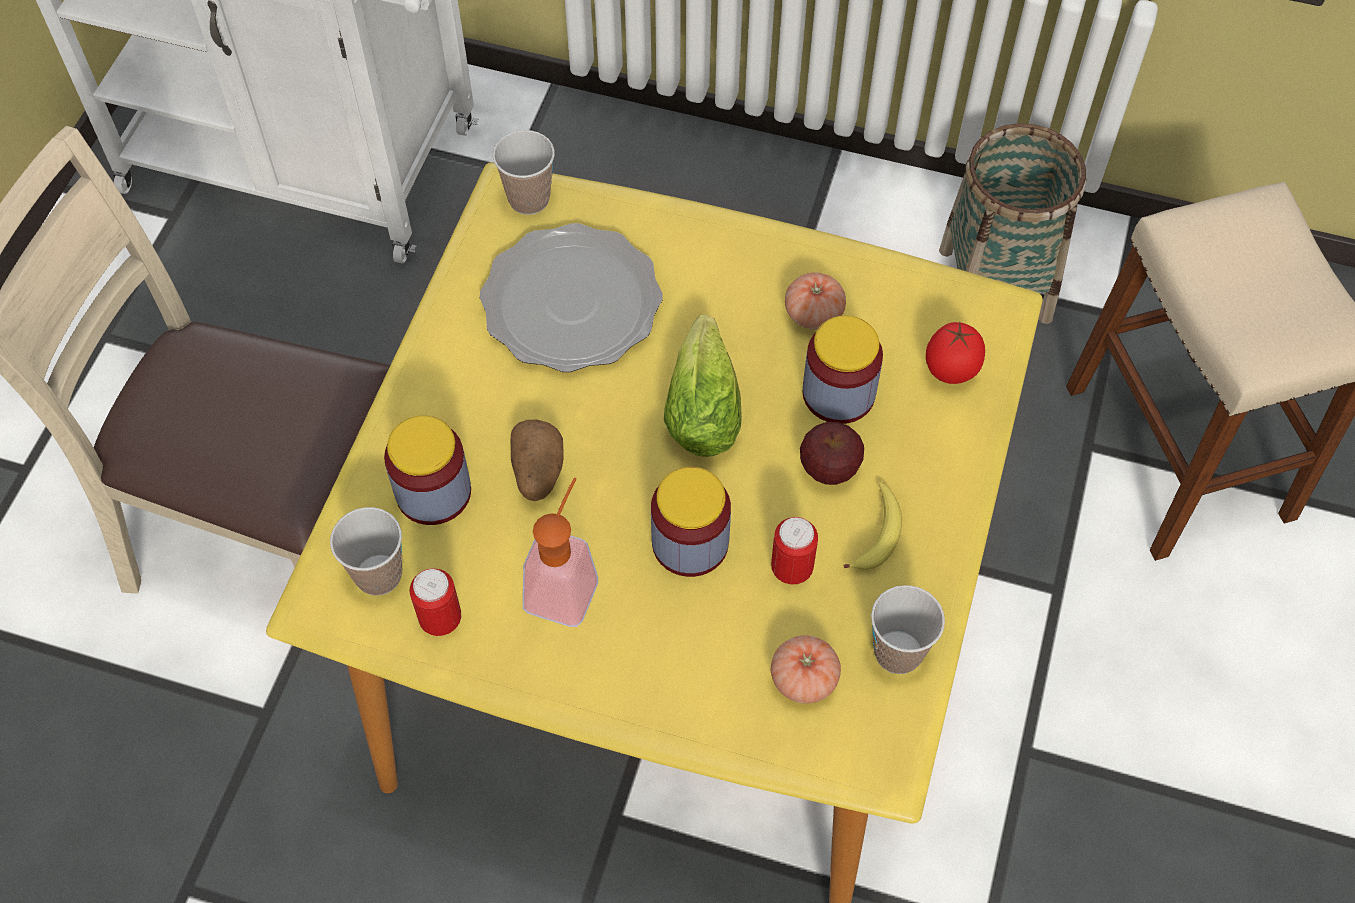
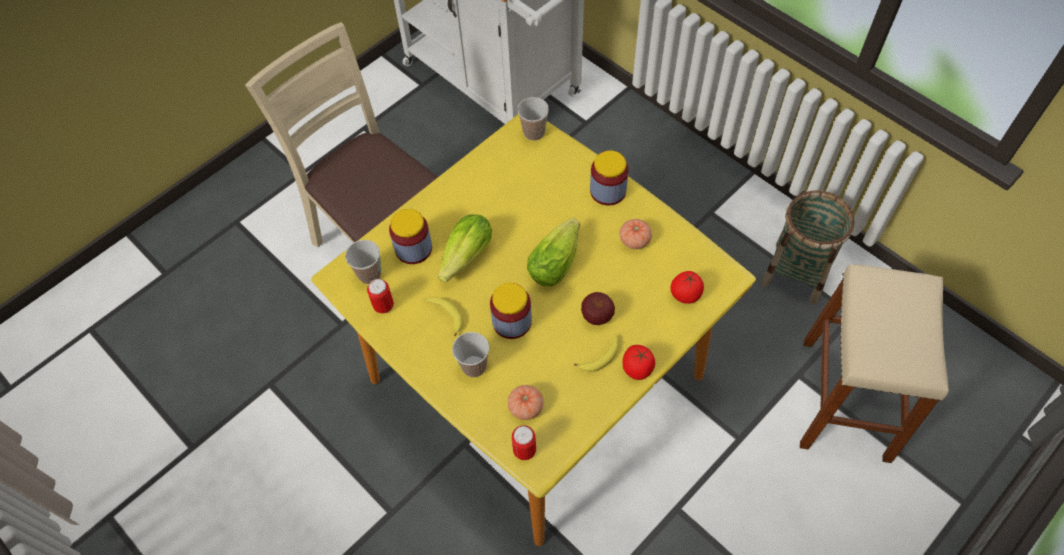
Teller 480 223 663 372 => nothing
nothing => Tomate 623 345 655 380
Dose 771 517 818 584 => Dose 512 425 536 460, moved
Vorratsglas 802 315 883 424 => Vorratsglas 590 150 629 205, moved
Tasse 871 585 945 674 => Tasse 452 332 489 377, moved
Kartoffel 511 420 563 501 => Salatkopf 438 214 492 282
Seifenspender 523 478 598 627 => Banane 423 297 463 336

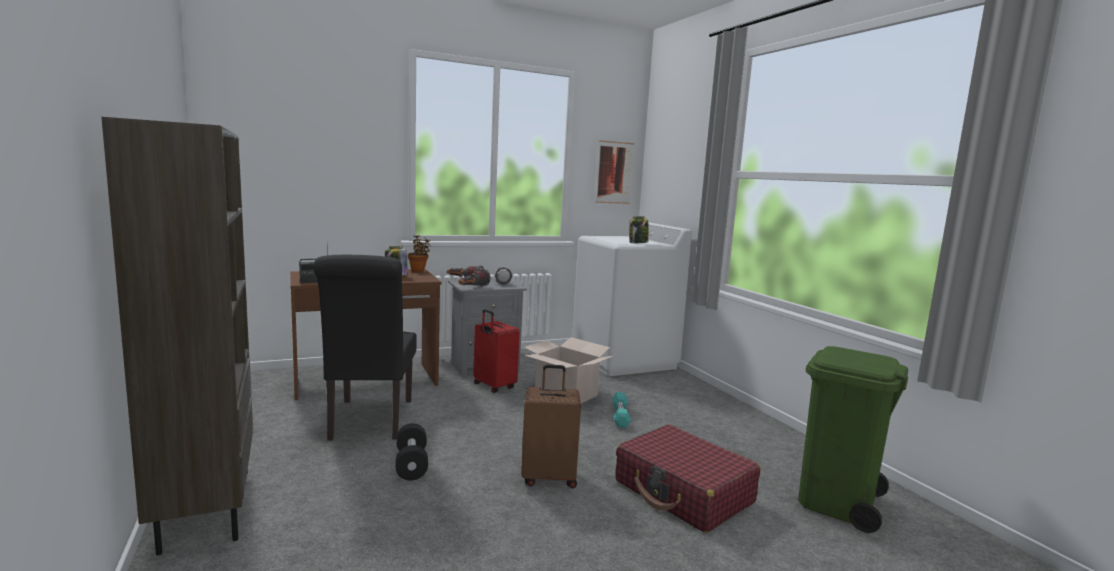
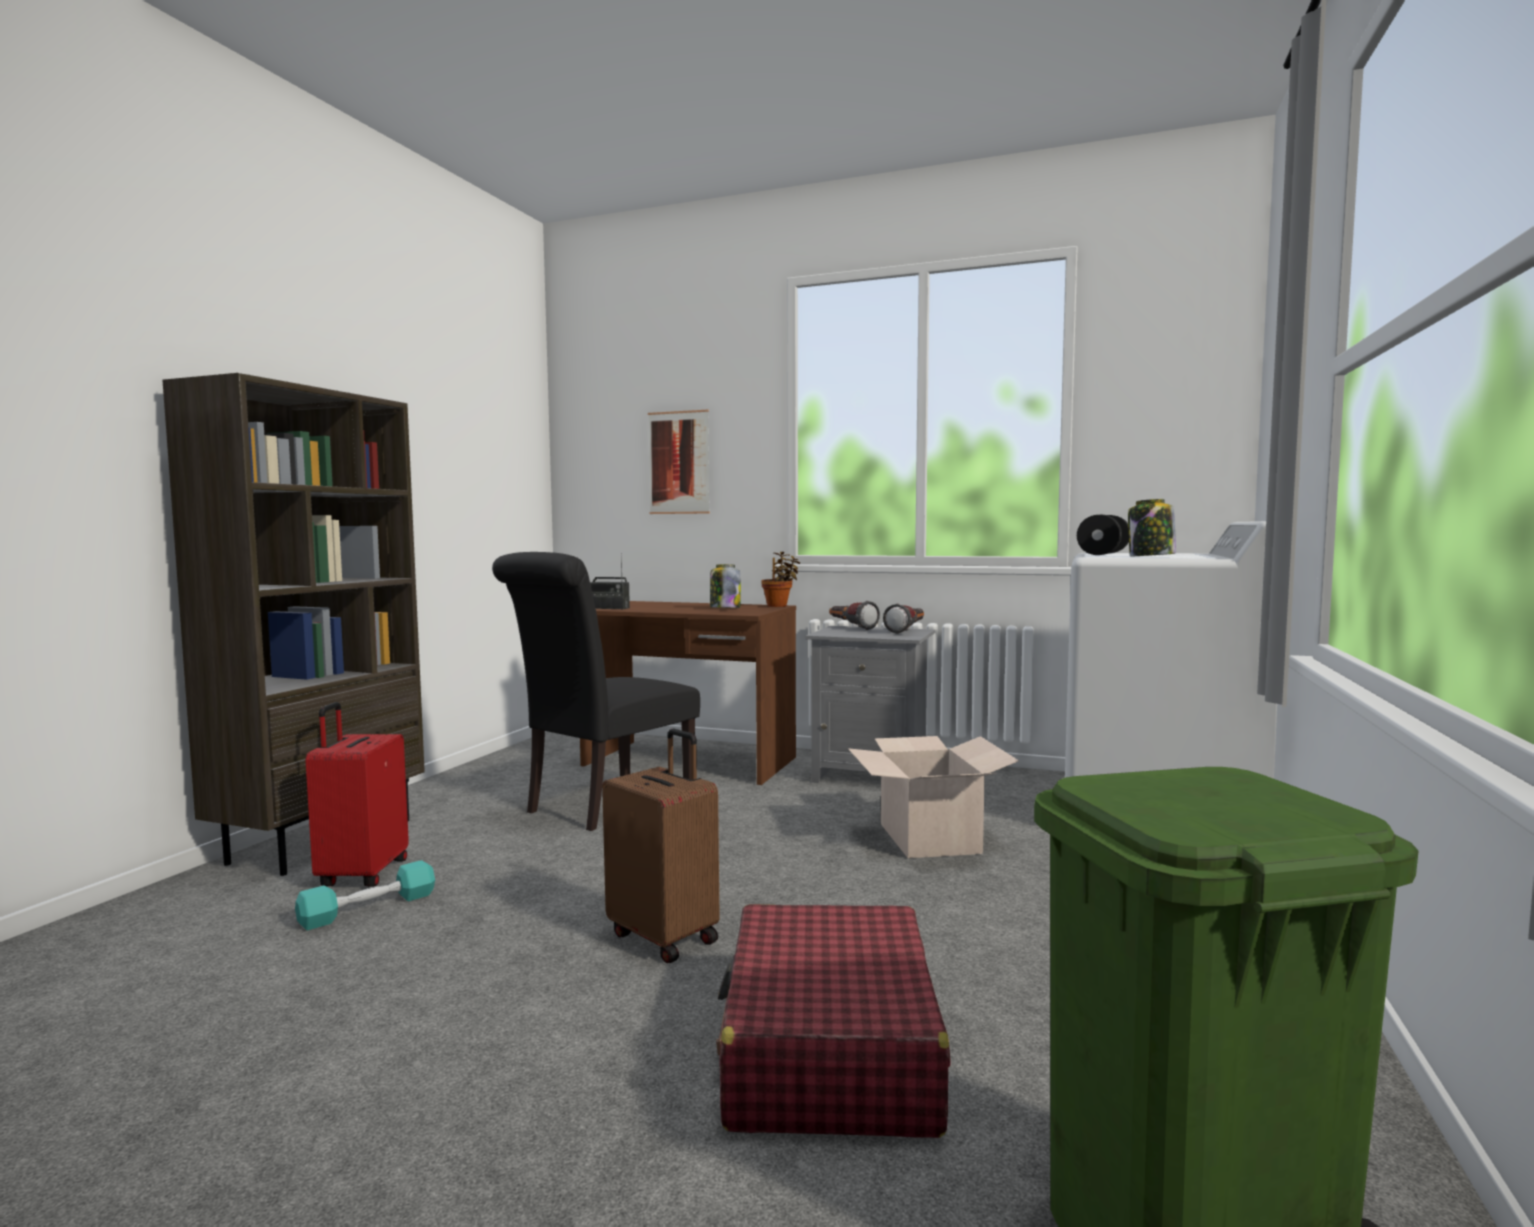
Taschenlampe 459 269 491 287 => nothing
Hantel (schwarz) 396 423 428 481 => Hantel (schwarz) 1077 515 1129 555, moved
Koffer (rot) 473 309 520 393 => Koffer (rot) 305 702 409 887, moved
Bild 595 140 634 204 => Bild 648 410 710 514, moved
Hantel (türkis) 612 392 631 428 => Hantel (türkis) 295 860 435 930, moved

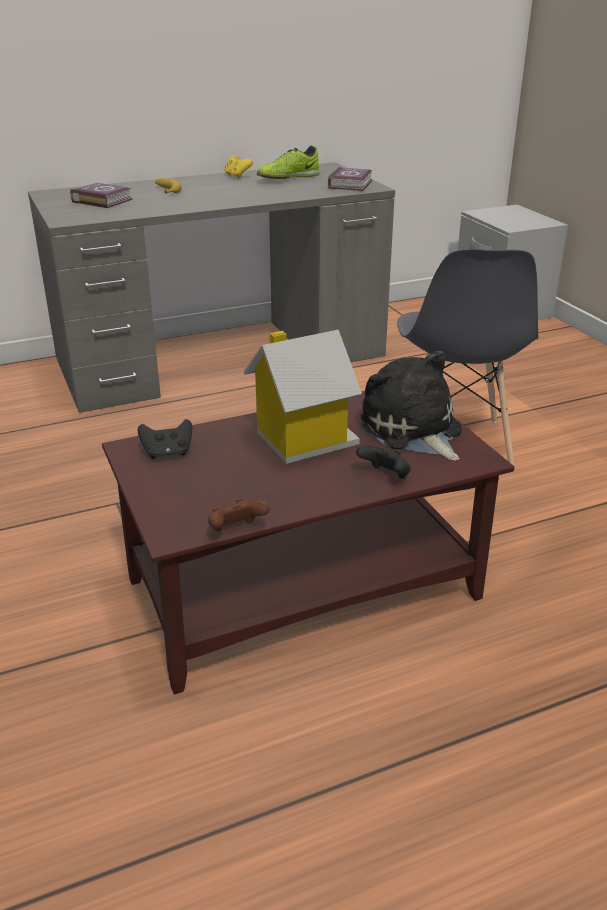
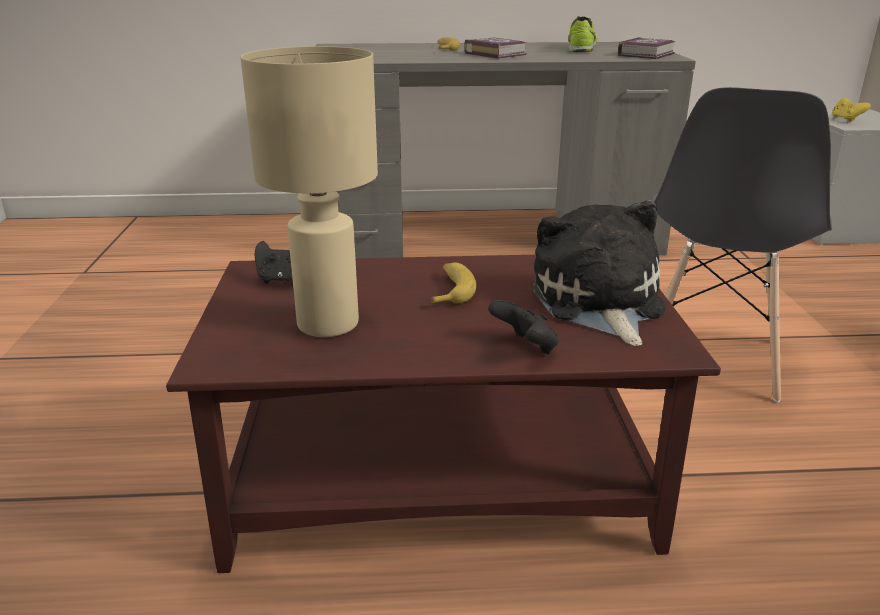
Gamepad (braun) 208 499 270 531 => nothing
nothing => Tischlampe (beige) 241 46 378 337
Buch 70 183 133 208 => Buch 464 38 527 59, moved
Gamepad (gelb) 224 155 253 179 => Gamepad (gelb) 832 98 871 123, moved
Spielzeughaus 244 329 362 464 => Banane 431 262 477 304
Schuh 257 146 319 179 => Schuh 568 16 597 52, 120 degrees clockwise

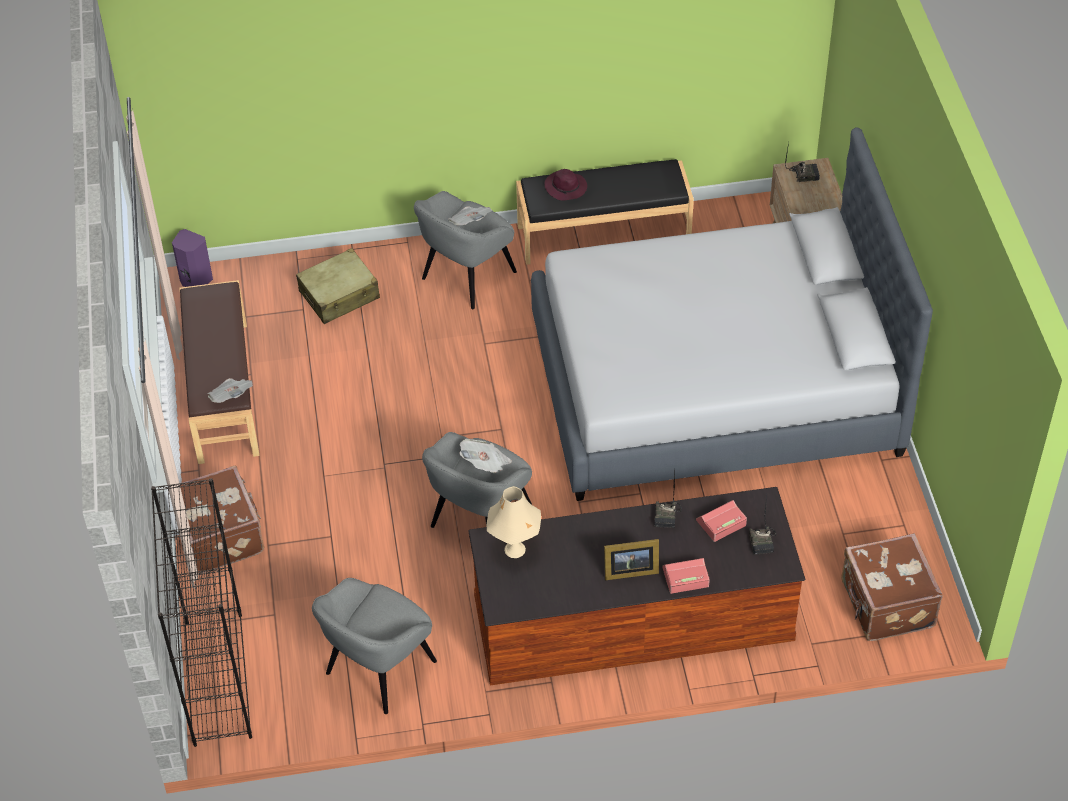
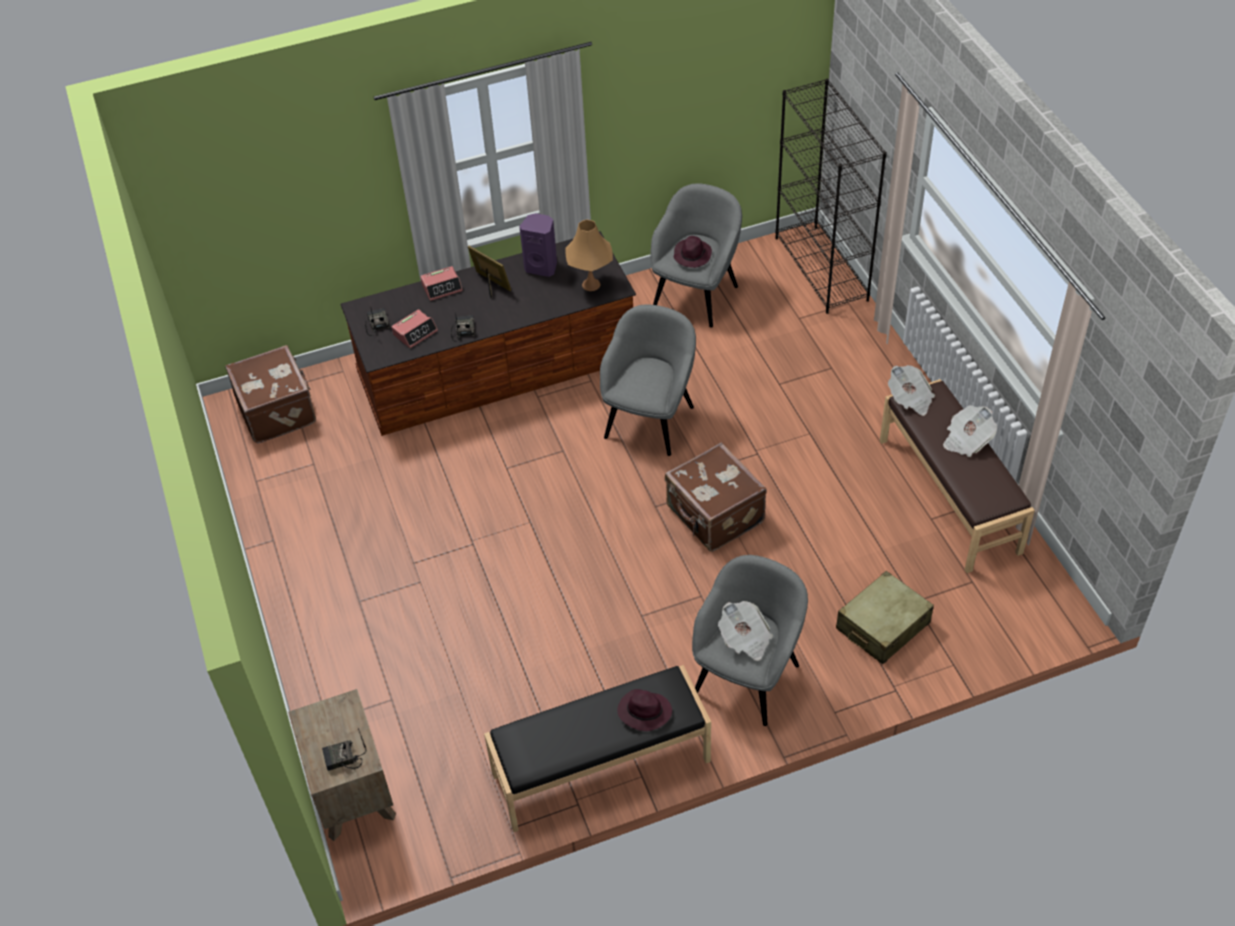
Bett (grau) 531 127 933 501 => nothing
nothing => Hut (lila) 674 236 712 268
Lautsprecher (lila) 172 229 213 287 => Lautsprecher (lila) 519 213 557 277, moved
Koffer (braun) 180 466 264 574 => Koffer (braun) 665 443 767 552, moved
Zeitung 459 439 512 473 => Zeitung 943 405 997 457, moved
Tischlampe (beige) 487 486 541 558 => Tischlampe (orange) 565 220 613 291
Bilderrahmen 604 539 659 580 => Bilderrahmen 468 246 511 299, 60 degrees clockwise

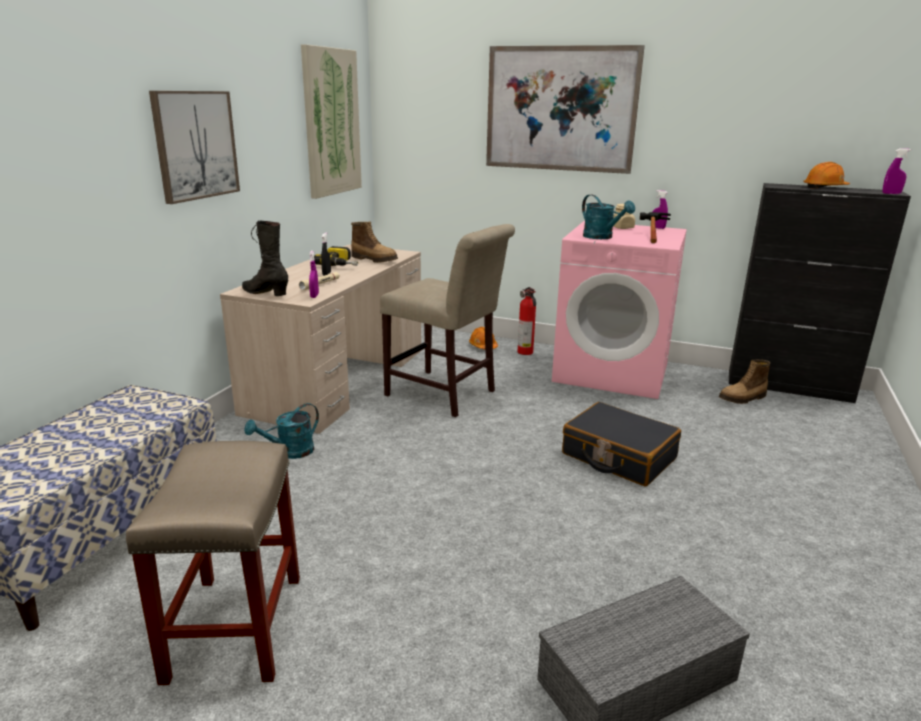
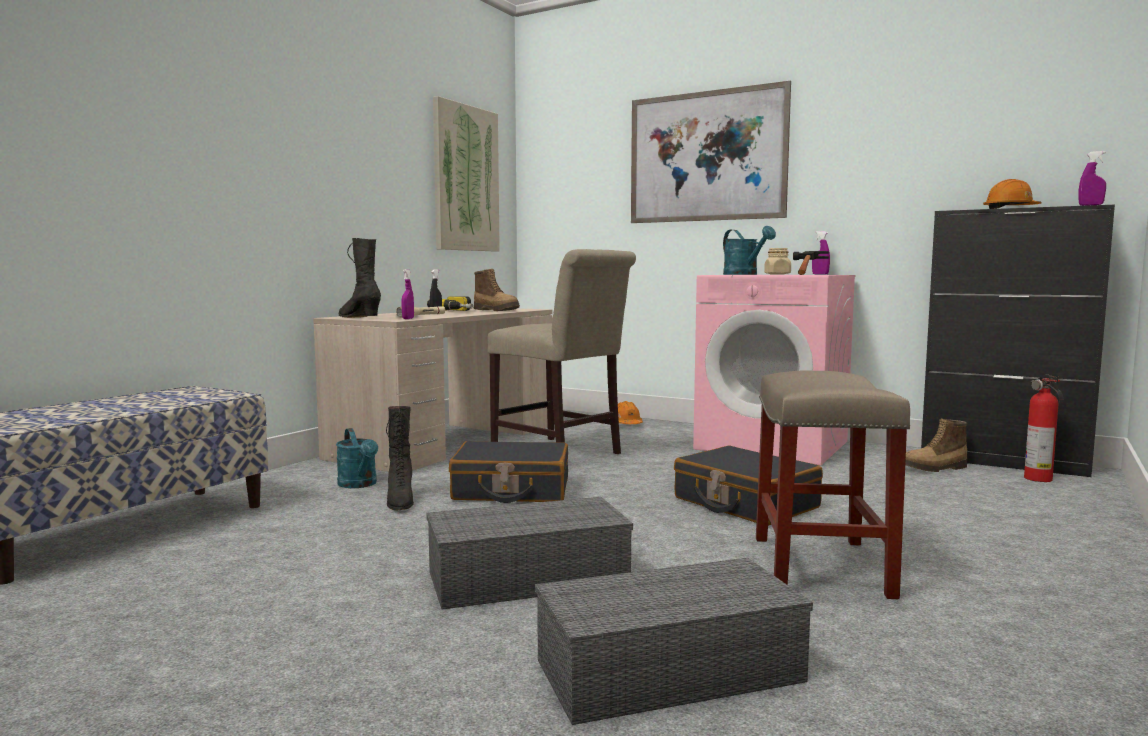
Bild 149 91 240 204 => nothing
nothing => Stiefel (schwarz) 386 406 414 510
nothing => Aufbewahrungsbox (grau) 426 497 633 609
nothing => Koffer (schwarz) 449 441 568 503
Hocker (beige) 126 441 300 685 => Hocker (beige) 756 370 910 599, moved
Feuerlöscher 517 287 536 355 => Feuerlöscher 1024 374 1064 482, moved
Gießkanne (türkis) 244 403 319 459 => Gießkanne (türkis) 336 428 378 488, 90 degrees counterclockwise

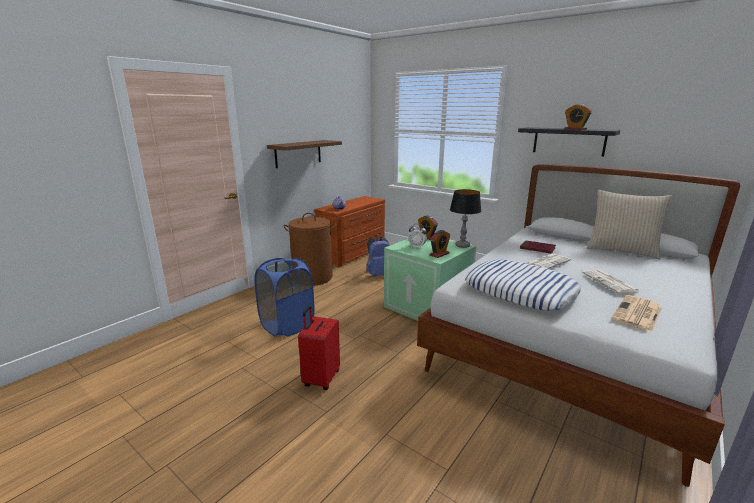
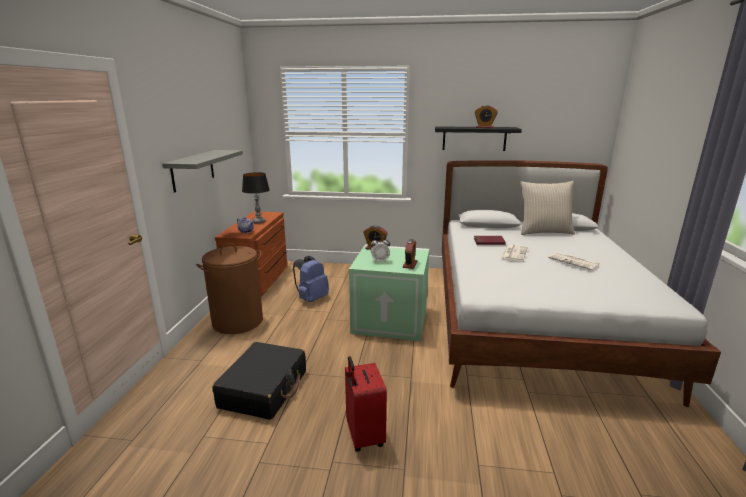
Kissen 465 259 581 311 => nothing
Zeitung 611 295 662 332 => nothing
Tischlampe 450 189 481 248 => Tischlampe 242 172 270 223, moved
Wäschekorb (blau) 254 258 315 337 => Koffer (schwarz) 212 342 306 420
Wandregal (braun) 267 140 342 168 => Wandregal (grau) 162 150 243 192

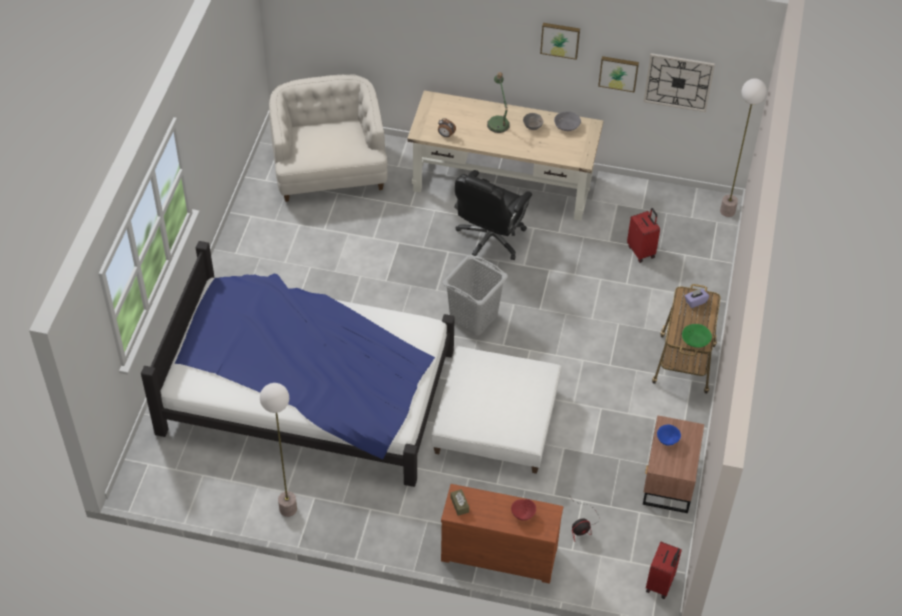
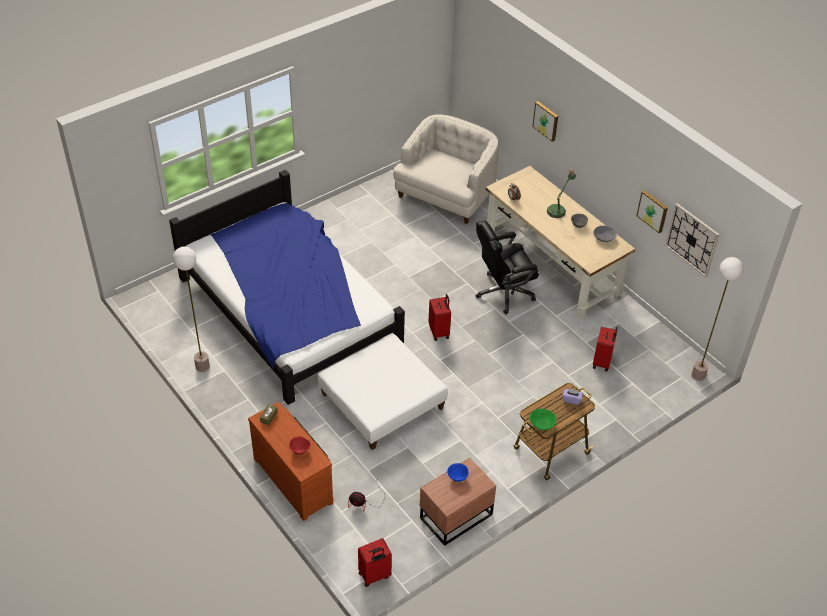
Bild 540 23 580 60 => Bild 532 101 558 142, moved
Wäschekorb (grau) 442 255 508 336 => Koffer (rot) 428 294 451 341

